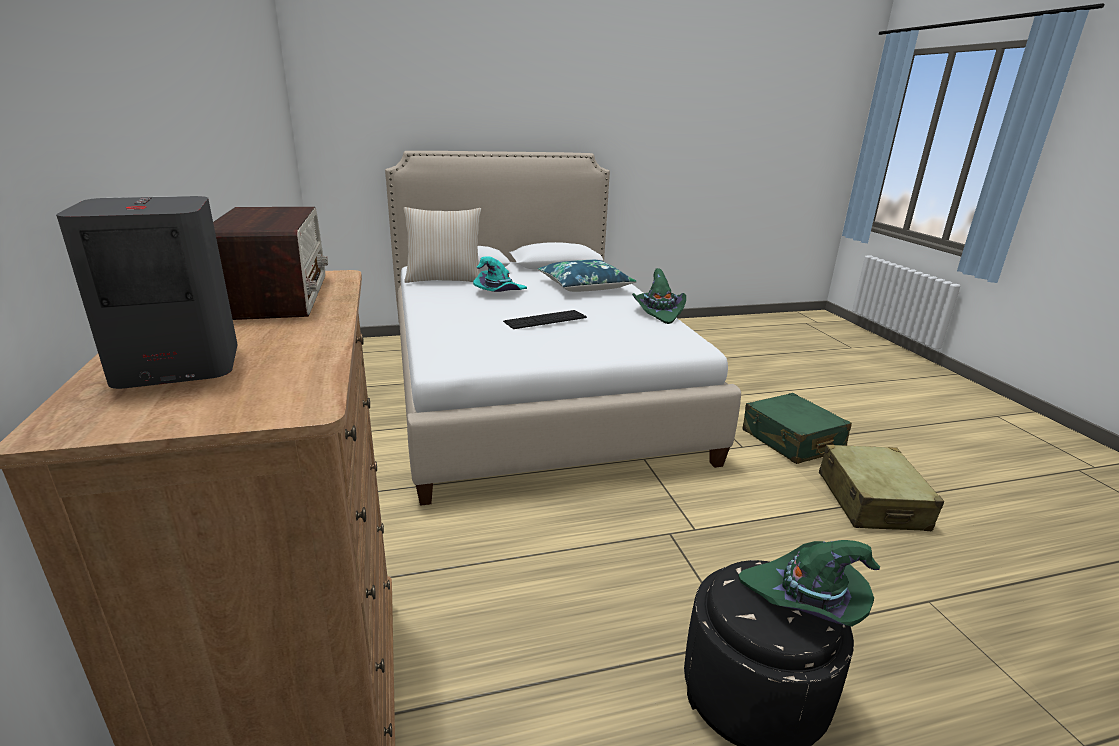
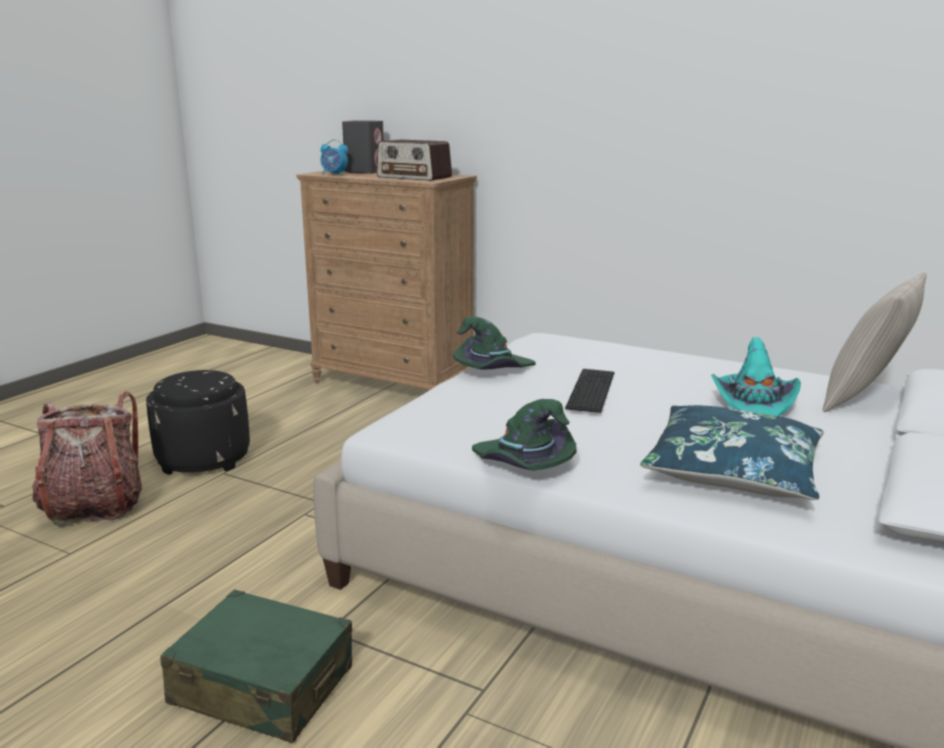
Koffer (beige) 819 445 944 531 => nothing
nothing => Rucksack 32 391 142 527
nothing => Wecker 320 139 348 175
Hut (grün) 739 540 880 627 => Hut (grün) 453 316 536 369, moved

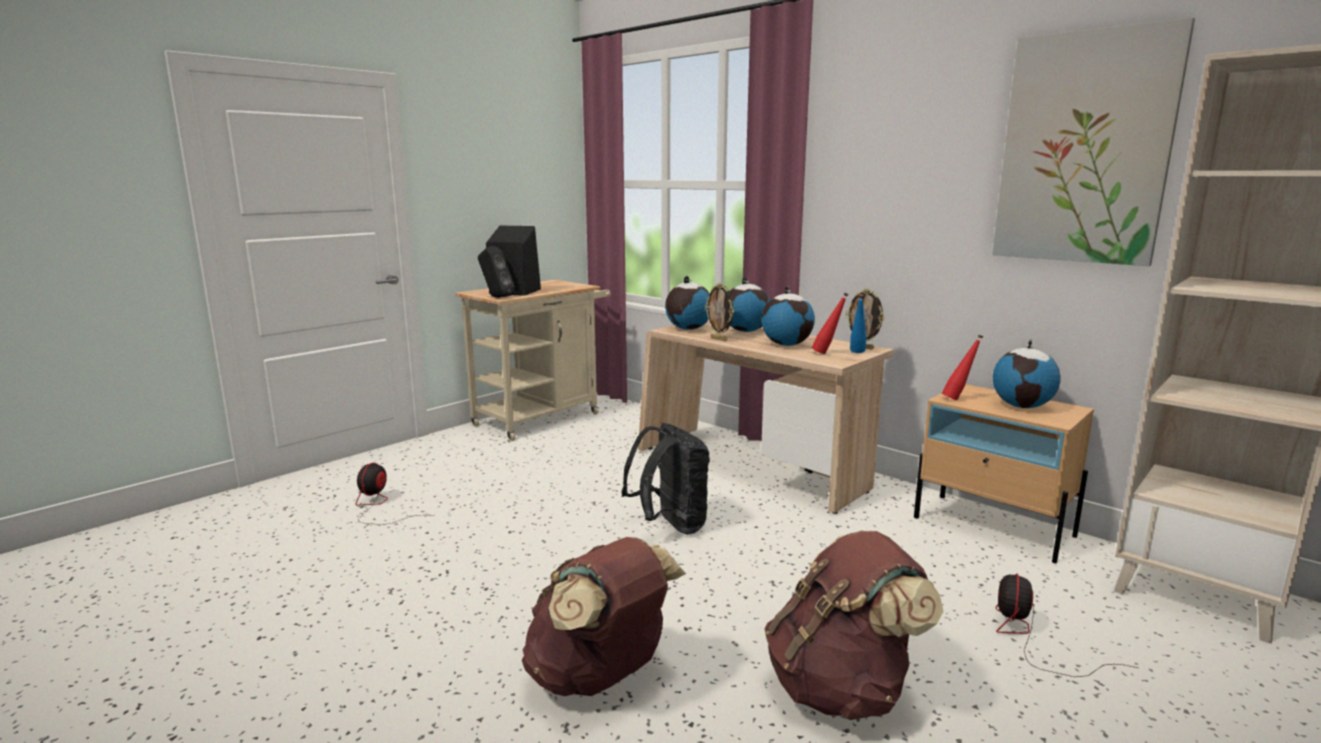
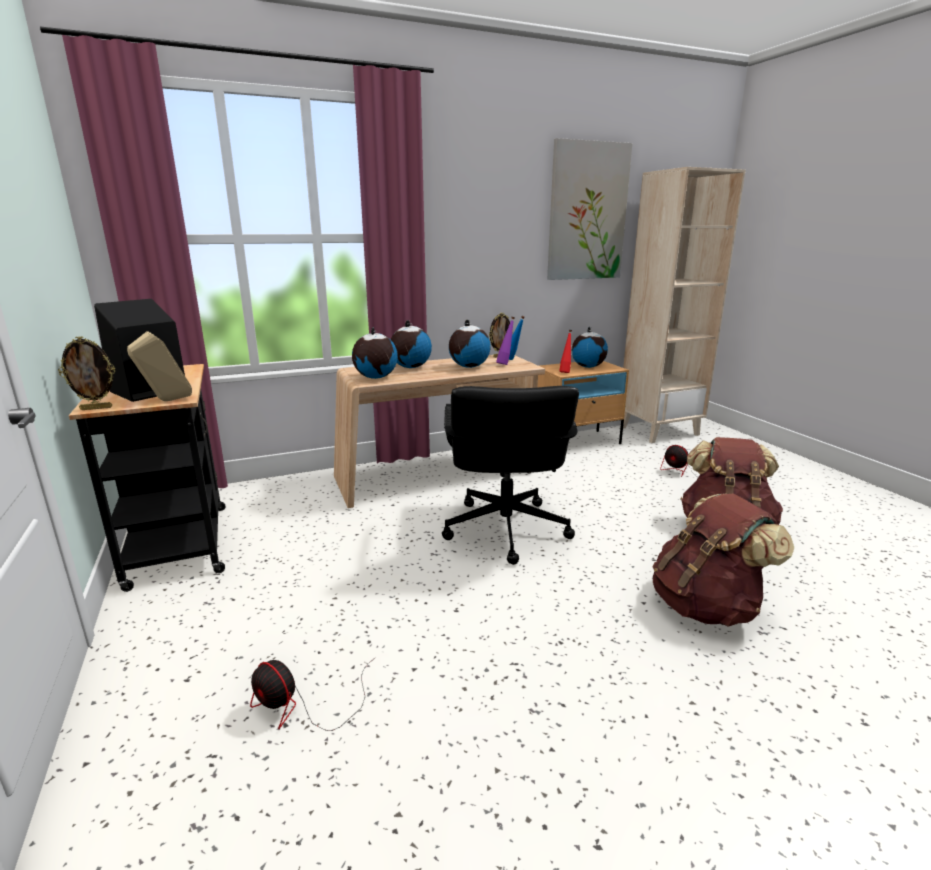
Bilderrahmen 705 283 734 341 => Bilderrahmen 58 336 115 410, moved
Rucksack (schwarz) 621 423 710 534 => Bürostuhl (schwarz) 442 386 579 565
Rollwagen (beige) 455 280 611 441 => Rollwagen (schwarz) 69 364 225 592
Lautsprecher (schwarz) 478 246 515 298 => Lautsprecher (beige) 127 331 192 401
Flasche (rot) 812 292 849 354 => Flasche (lila) 496 317 515 365

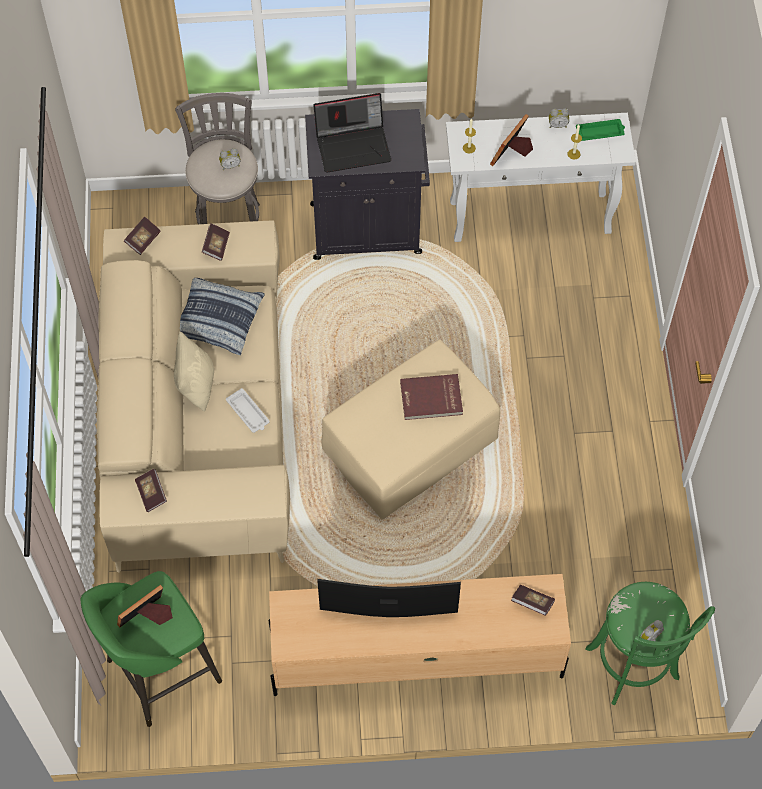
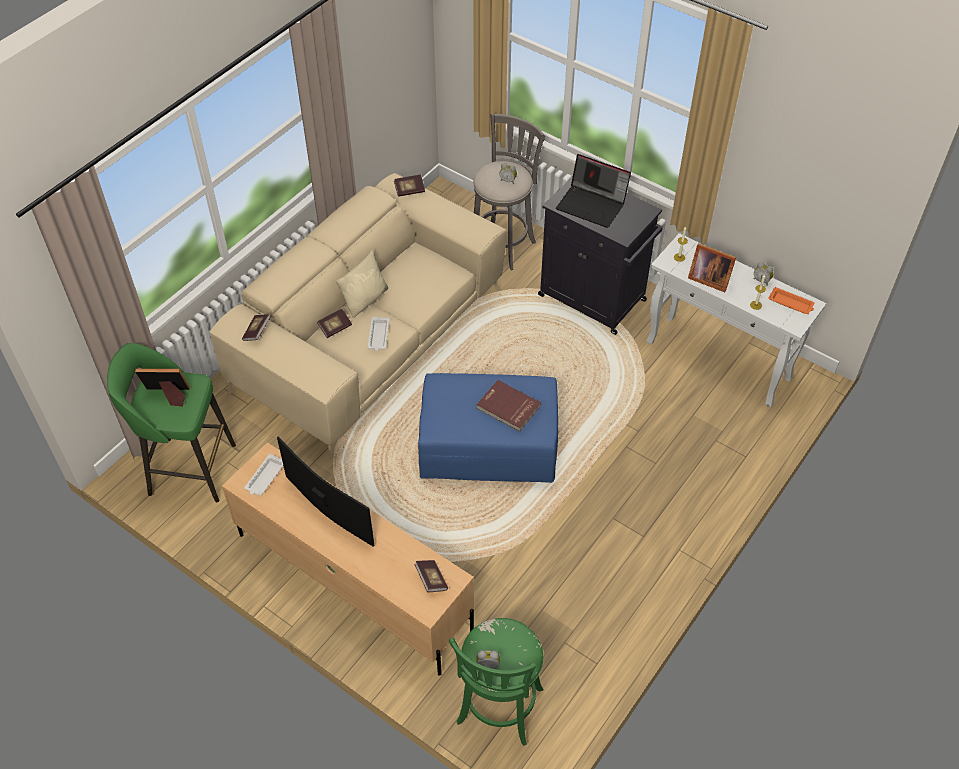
Kissen 180 278 265 355 => nothing
nothing => Tablett (weiß) 245 454 283 496
Buch 202 223 230 261 => Buch 317 309 352 338, moved
Polsterhocker (beige) 321 340 500 520 => Polsterhocker (blau) 418 373 558 483
Tablett (grün) 576 119 625 141 => Tablett (orange) 769 287 814 314
Bilderrahmen 490 114 533 166 => Bilderrahmen 688 243 736 292, 135 degrees counterclockwise

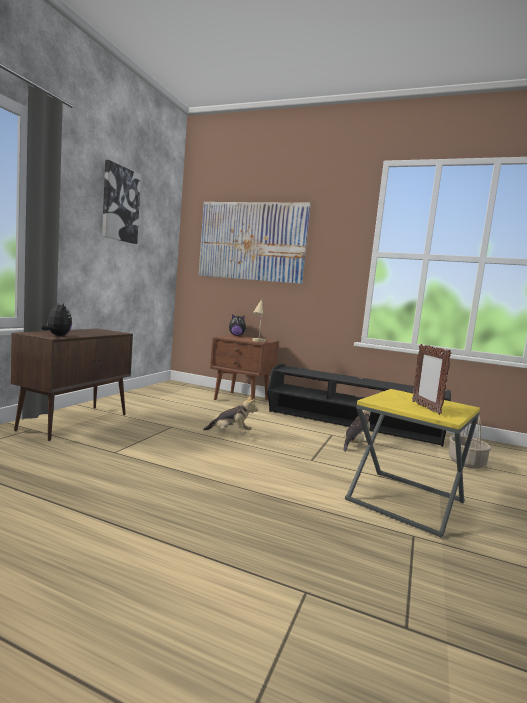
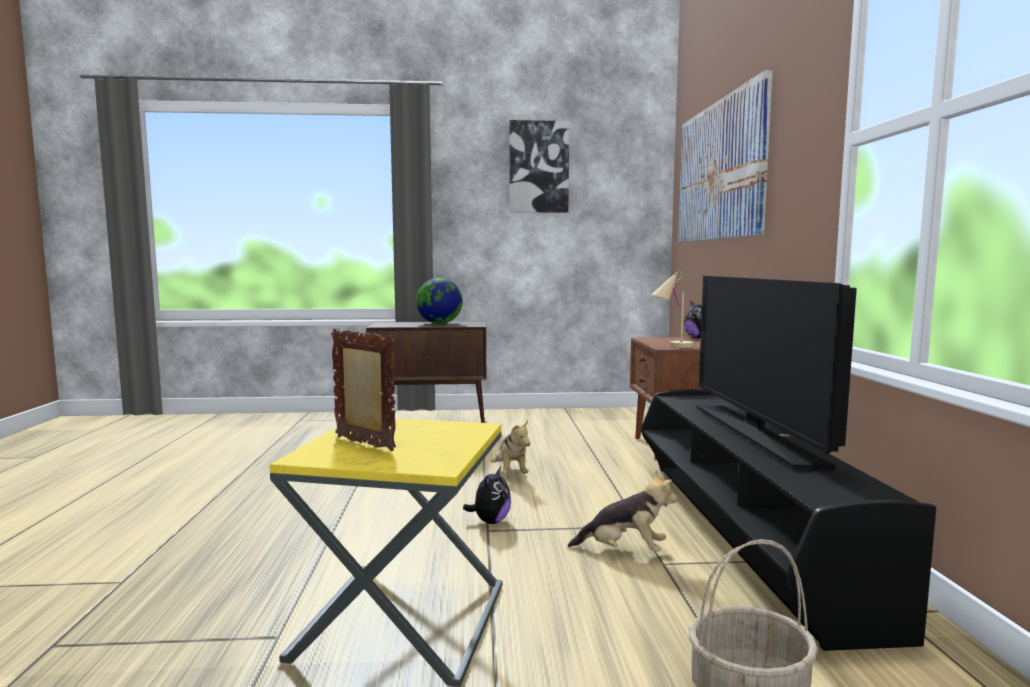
nothing => Globus 416 278 463 324
nothing => Fernseher 697 276 857 469
Plüschtier 41 302 72 336 => Plüschtier 463 467 511 524, moved
Bilderrahmen 412 344 452 415 => Bilderrahmen 331 328 396 451, 75 degrees clockwise

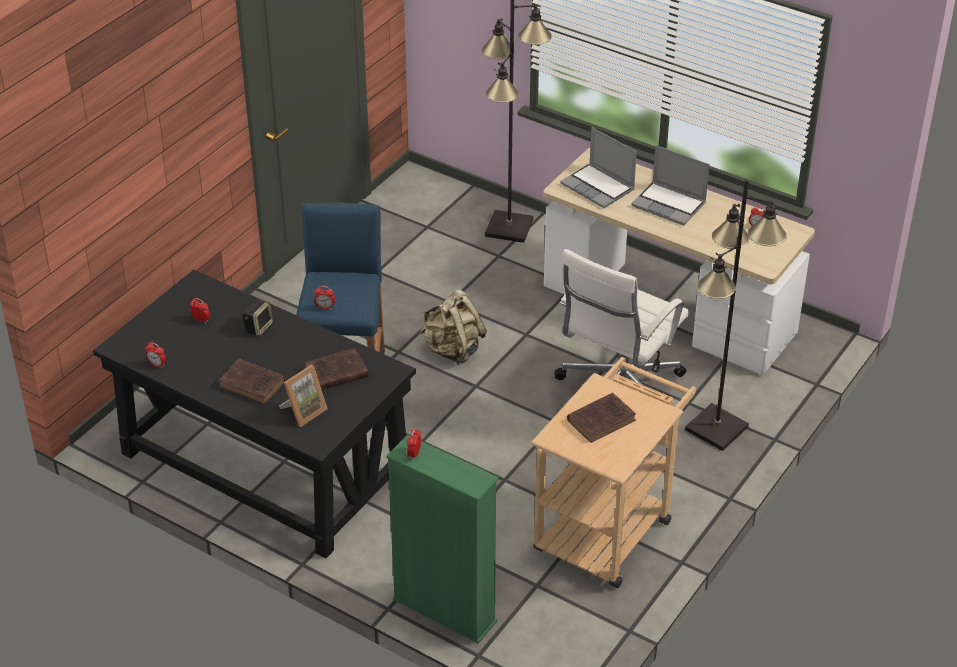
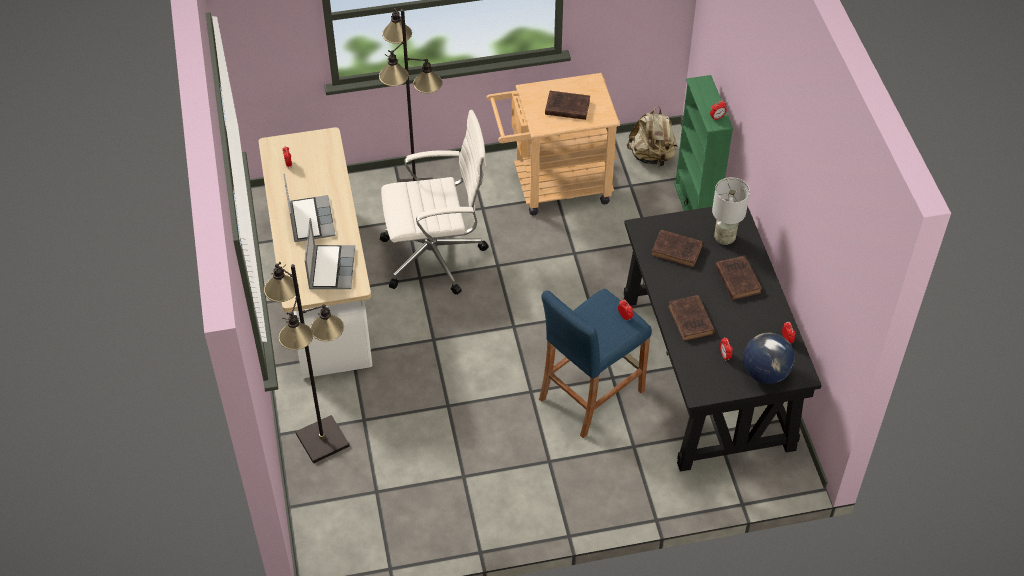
nothing => Globus 743 333 795 384
Rucksack (beige) 420 289 487 365 => Rucksack (beige) 627 107 678 167, moved
Lautsprecher 242 299 273 336 => Buch (braun) 668 295 715 341
Bilderrahmen 279 365 328 427 => Tischlampe (grau) 712 177 750 245

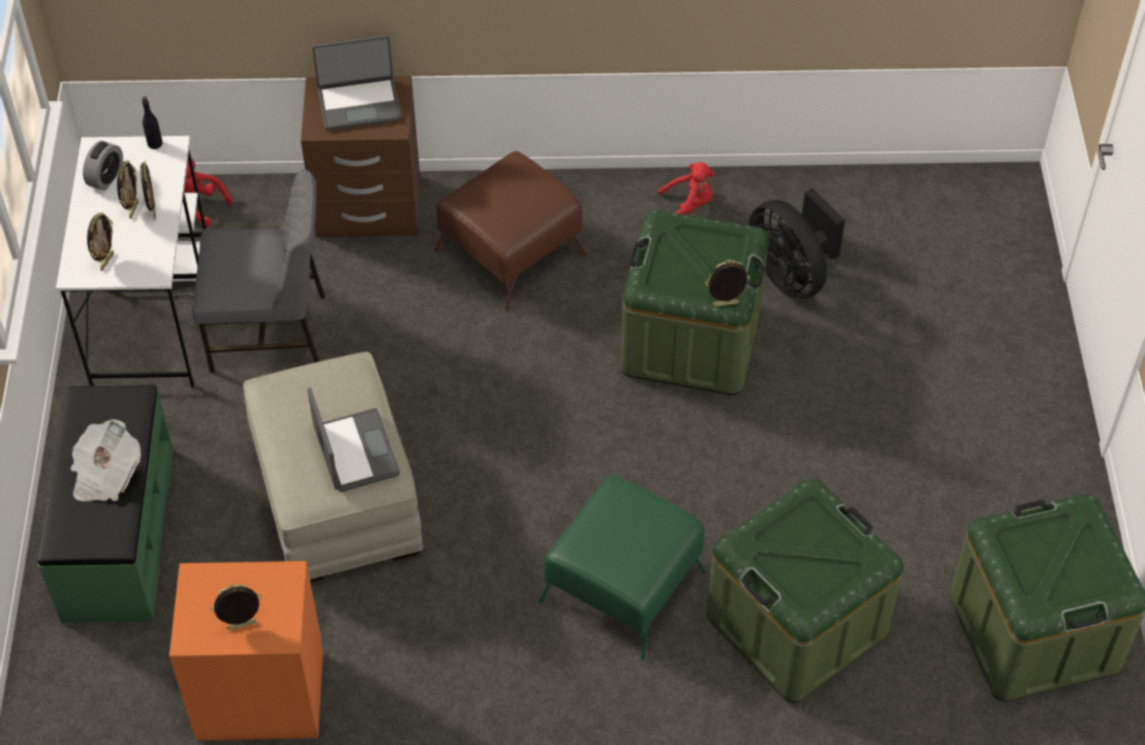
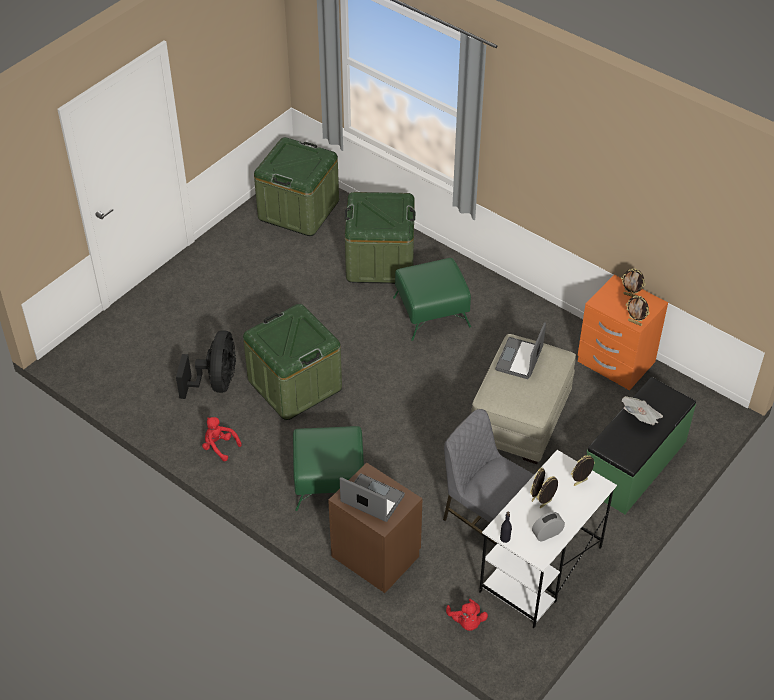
Bilderrahmen 705 260 750 307 => Bilderrahmen 626 296 650 326, moved
Polsterhocker (braun) 435 151 587 312 => Polsterhocker (grün) 293 426 364 511

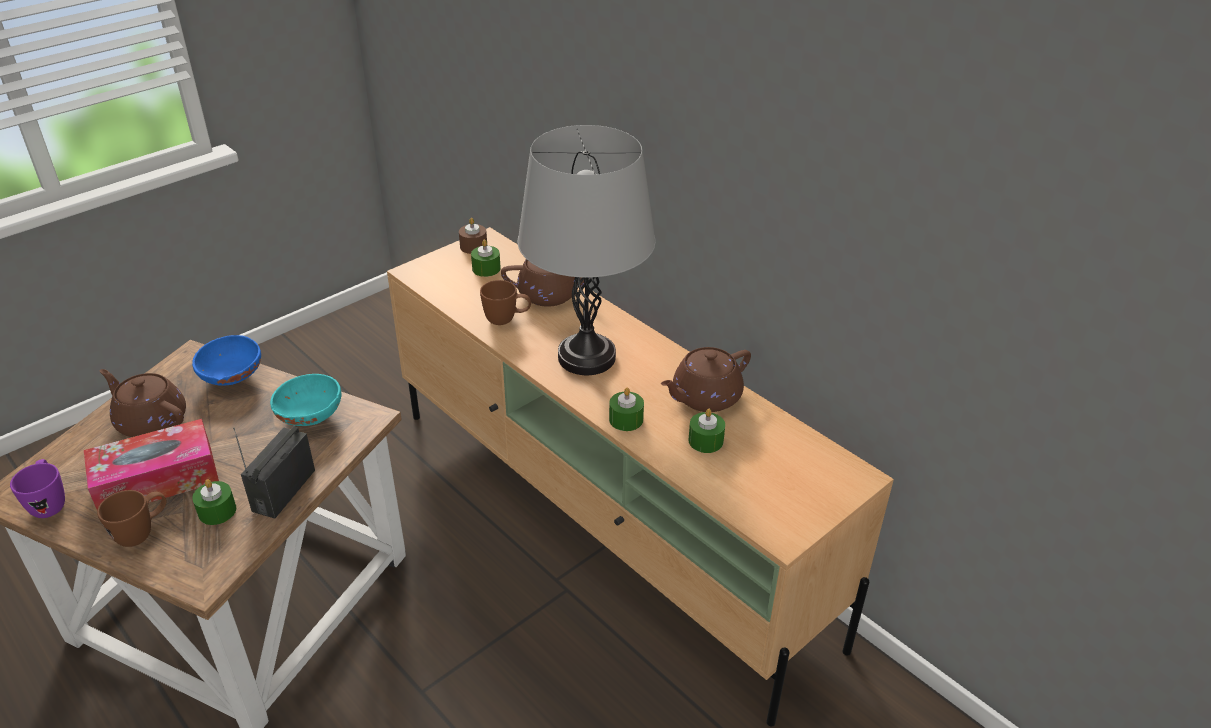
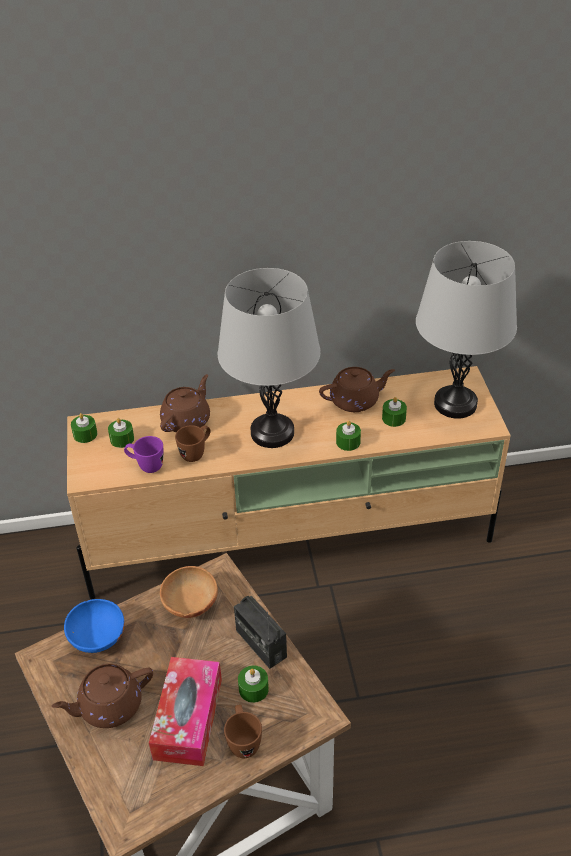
nothing => Tischlampe (grau) 416 241 517 419
Henkelbecher (lila) 10 459 65 518 => Henkelbecher (lila) 124 436 164 473, moved
Schüssel (türkis) 270 374 341 426 => Schüssel (braun) 160 566 218 618
Kerze (braun) 459 218 487 254 => Kerze (grün) 71 413 97 443
Teekanne (braun) 661 347 751 412 => Teekanne (braun) 319 367 395 412, 105 degrees counterclockwise

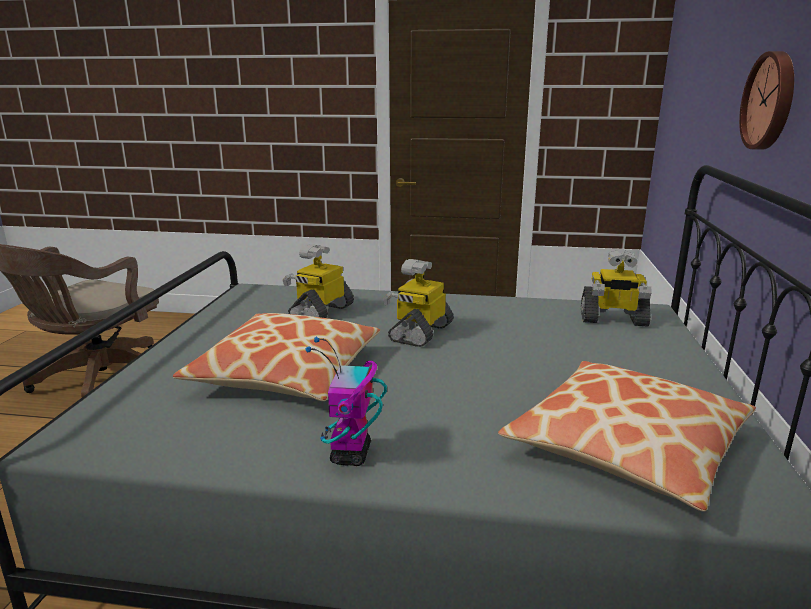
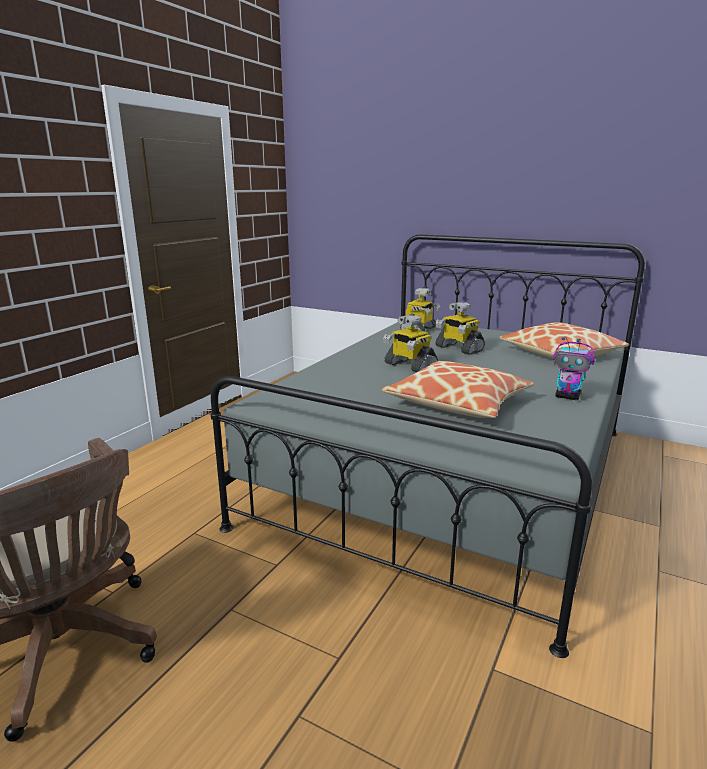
Wanduhr 739 51 794 150 => nothing
Spielzeugroboter 283 244 354 318 => Spielzeugroboter 435 302 485 355, moved

